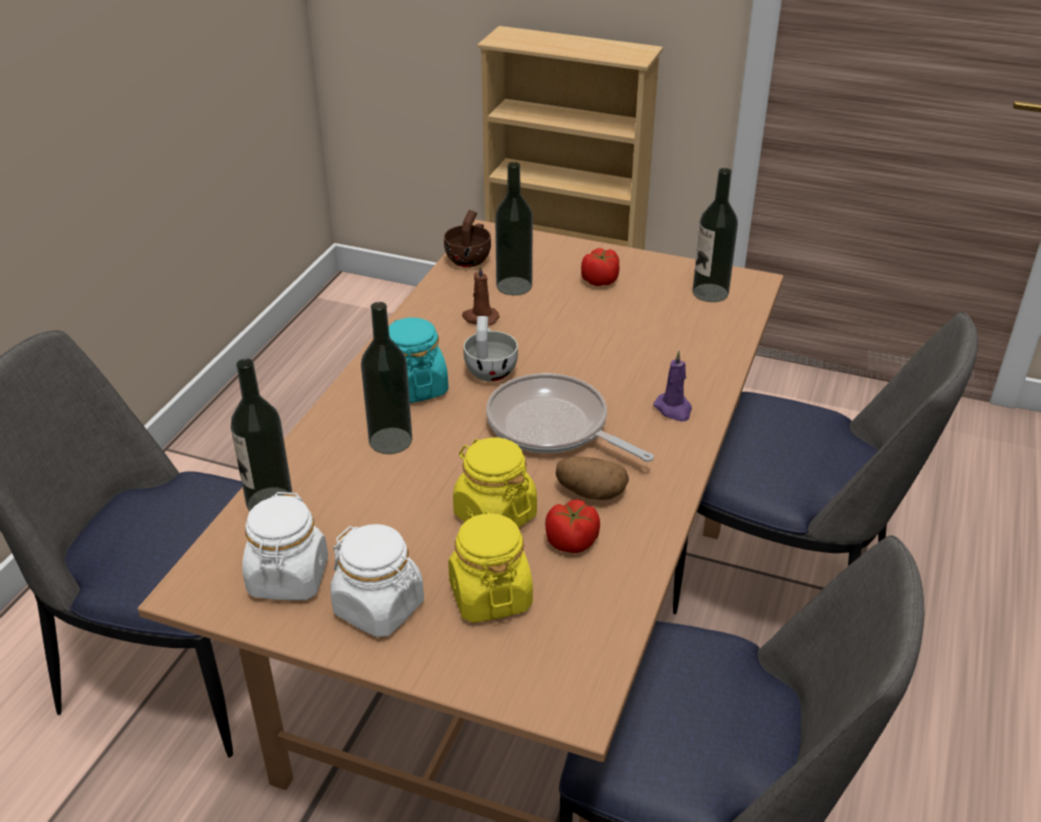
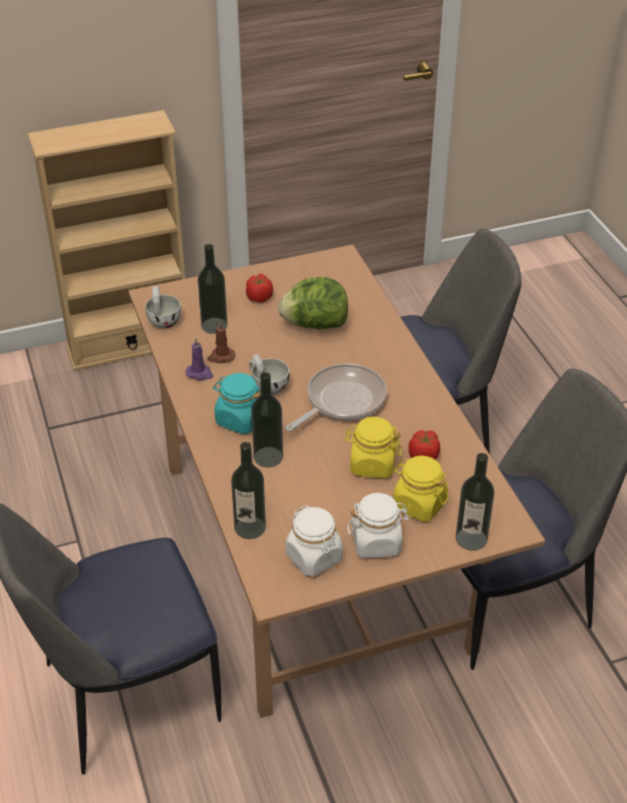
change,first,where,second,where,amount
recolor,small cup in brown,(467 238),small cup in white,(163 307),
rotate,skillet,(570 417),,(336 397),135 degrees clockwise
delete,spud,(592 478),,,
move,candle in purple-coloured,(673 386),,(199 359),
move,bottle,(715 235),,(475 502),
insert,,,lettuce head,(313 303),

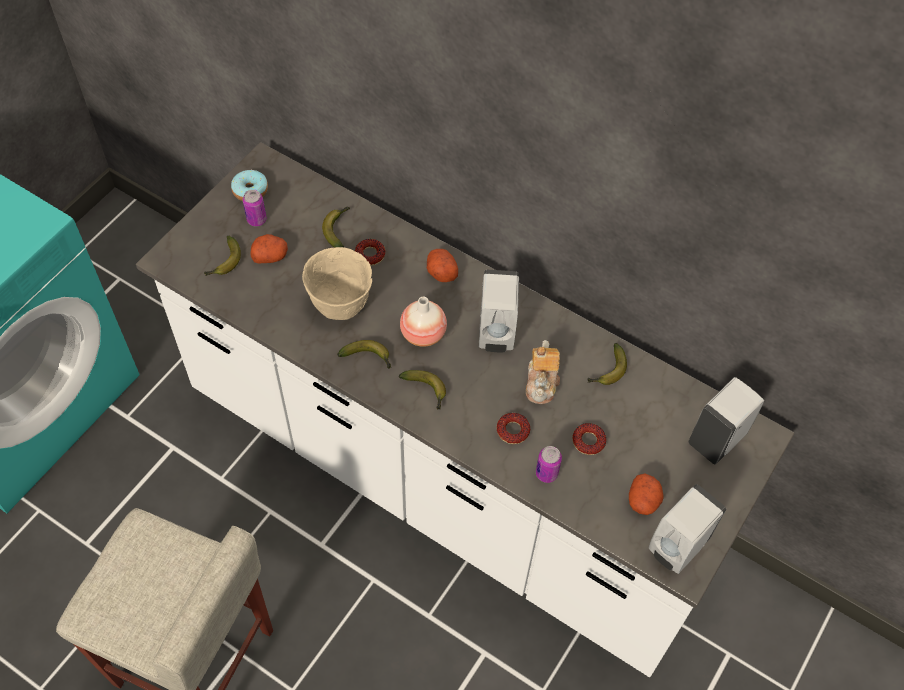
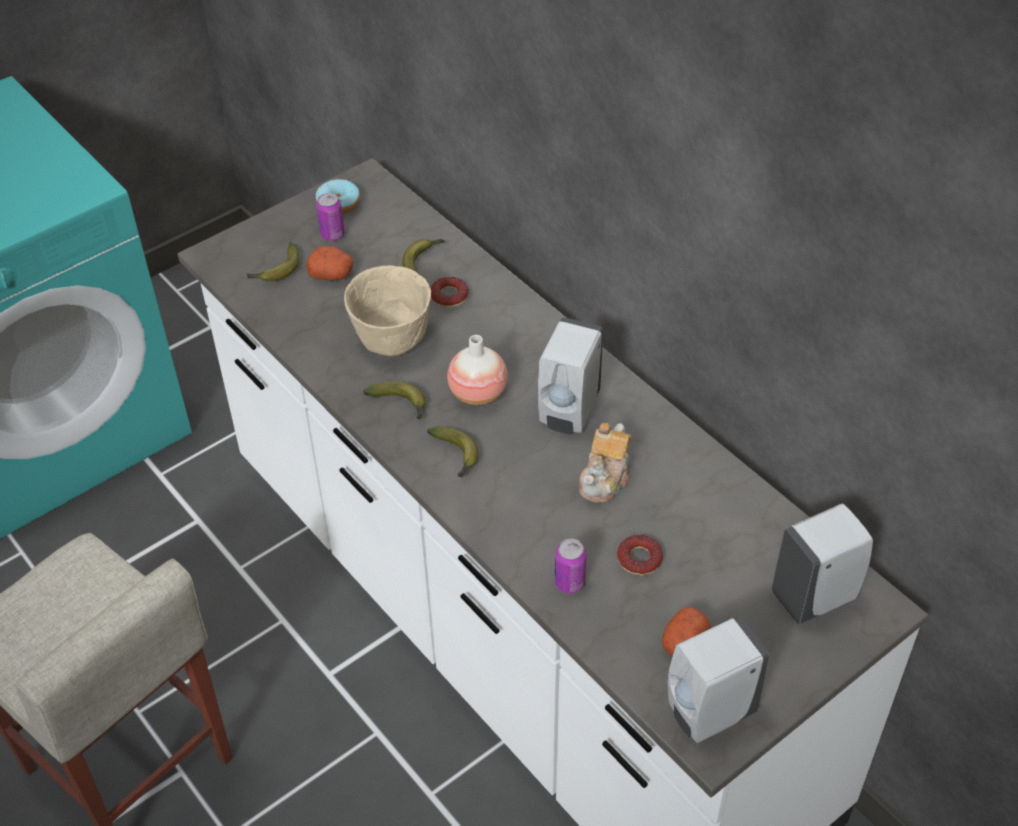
change,first,where,second,where,amount
delete,spud,(442 265),,,
delete,ring doughnut,(513 428),,,
delete,banana fruit,(607 364),,,

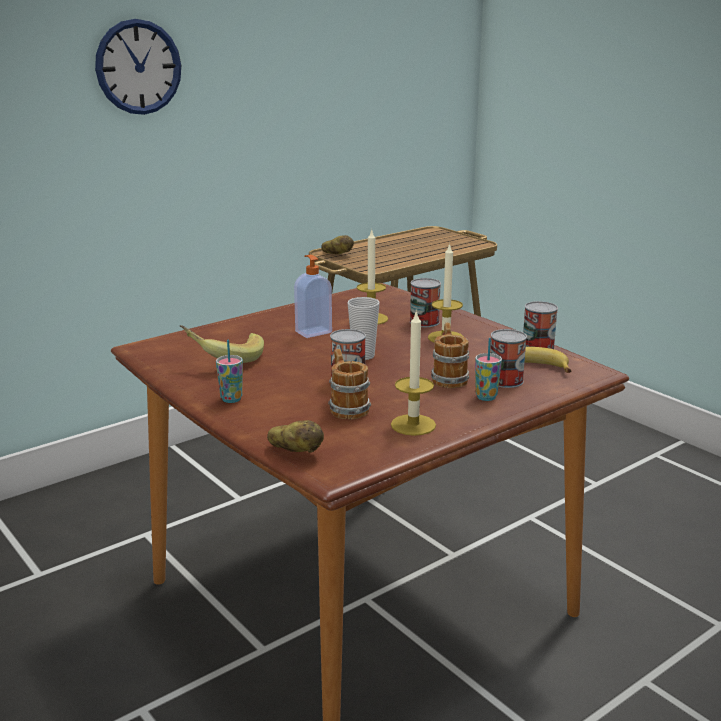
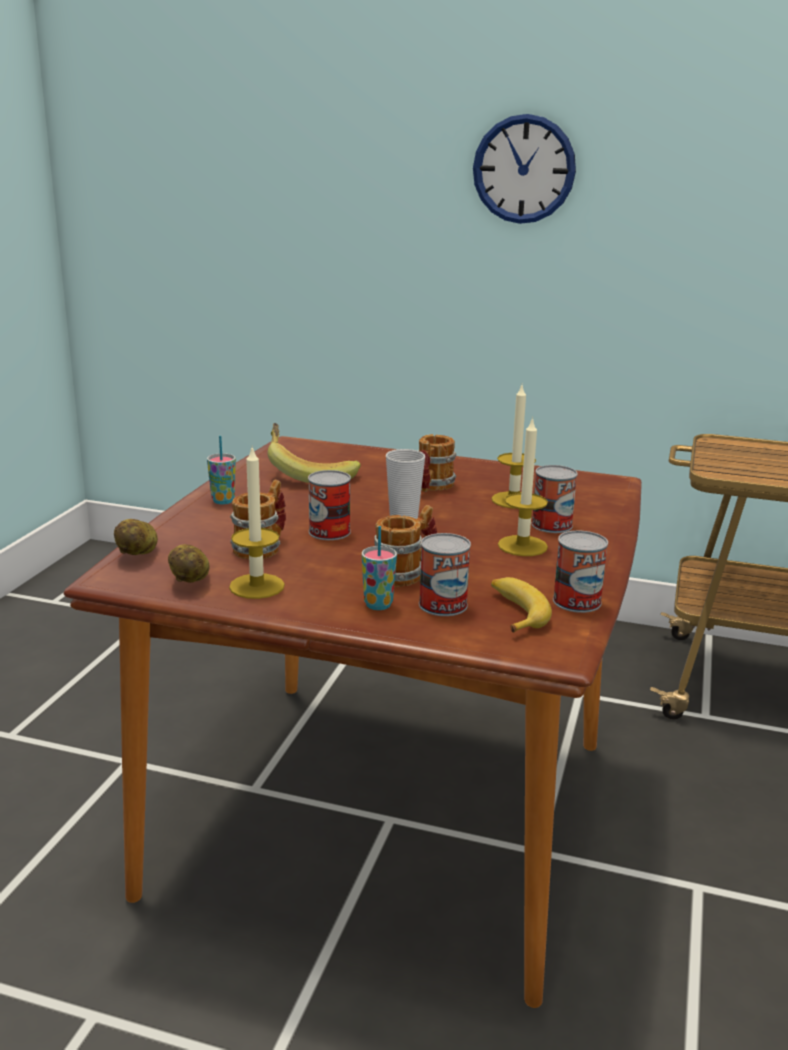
change,first,where,second,where,amount
replace,soap dispenser,(313 296),mug,(437 463),
move,spud,(337 244),,(189 563),

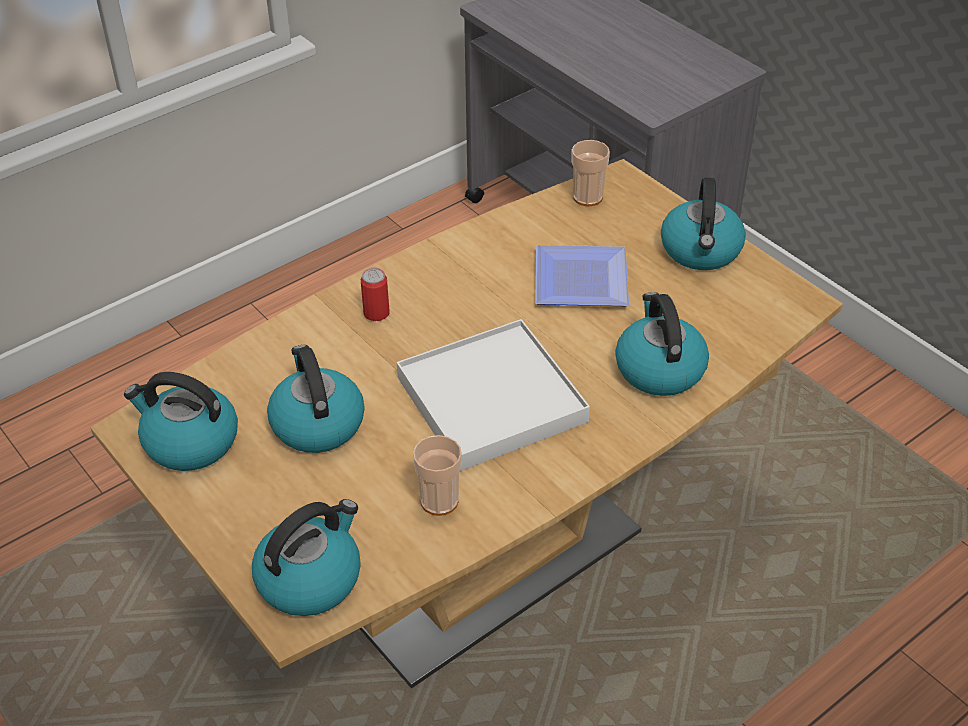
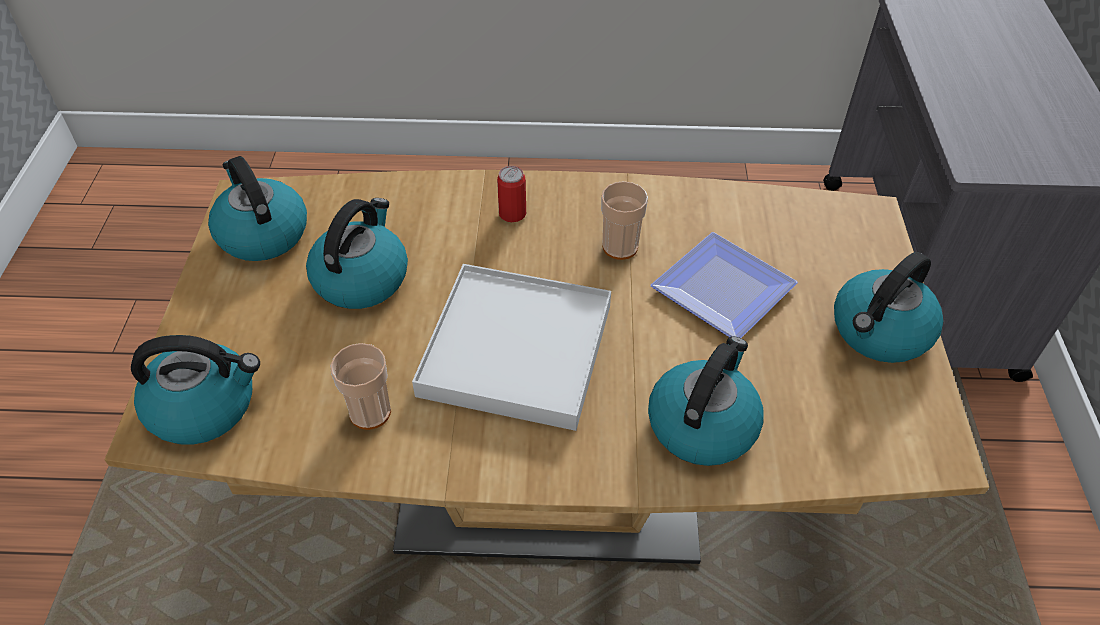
change,first,where,second,where,amount
move,small cup,(591 173),,(624 220),

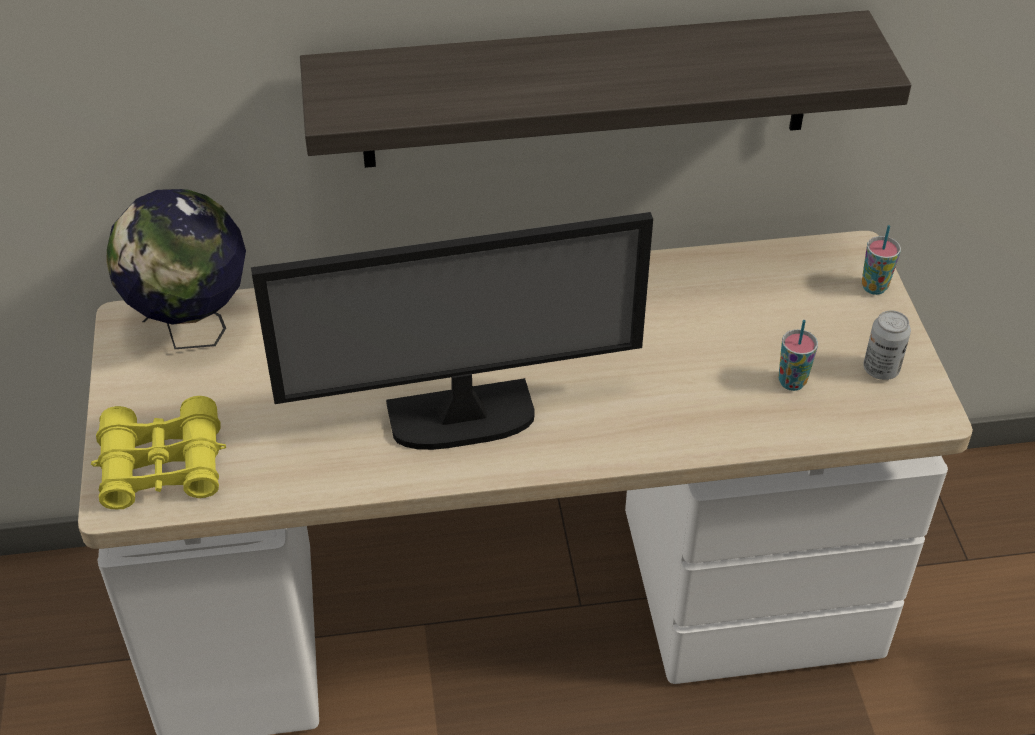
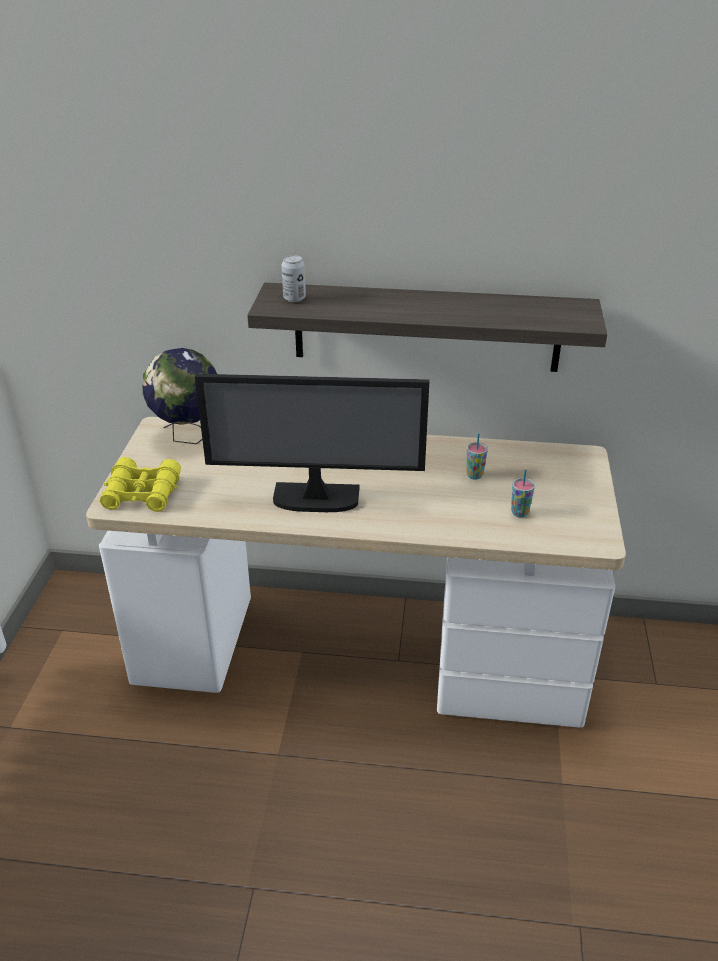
change,first,where,second,where,amount
move,small cup,(881 260),,(477 456),
move,sealed can,(887 345),,(294 278),

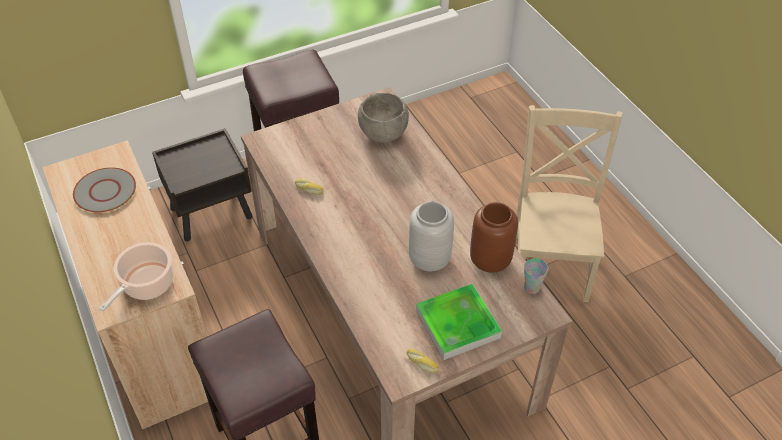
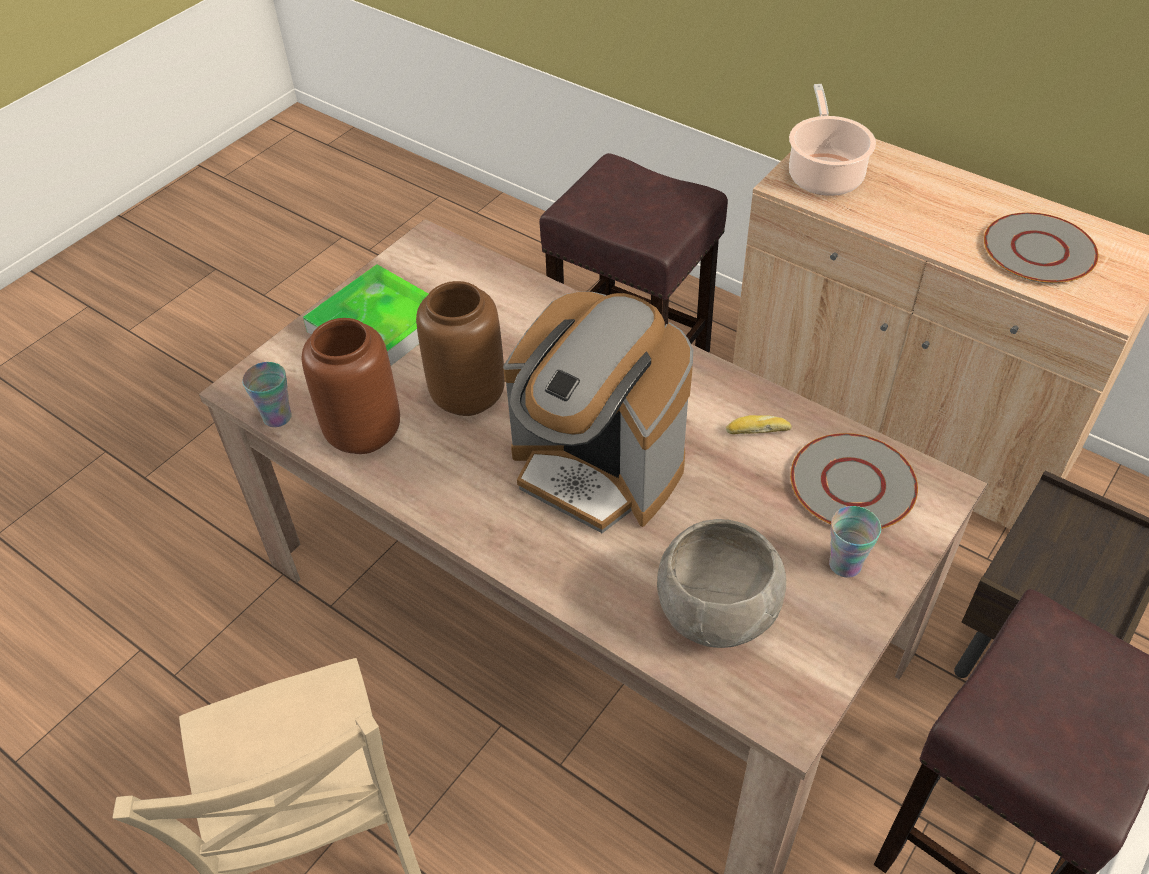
change,first,where,second,where,amount
delete,bread,(423 361),,,
recolor,flower vase in grey,(431 236),flower vase in brown,(460 348),
insert,,,coffee machine,(598 412),
insert,,,plate in grey,(854 481),
insert,,,small cup,(855 542),

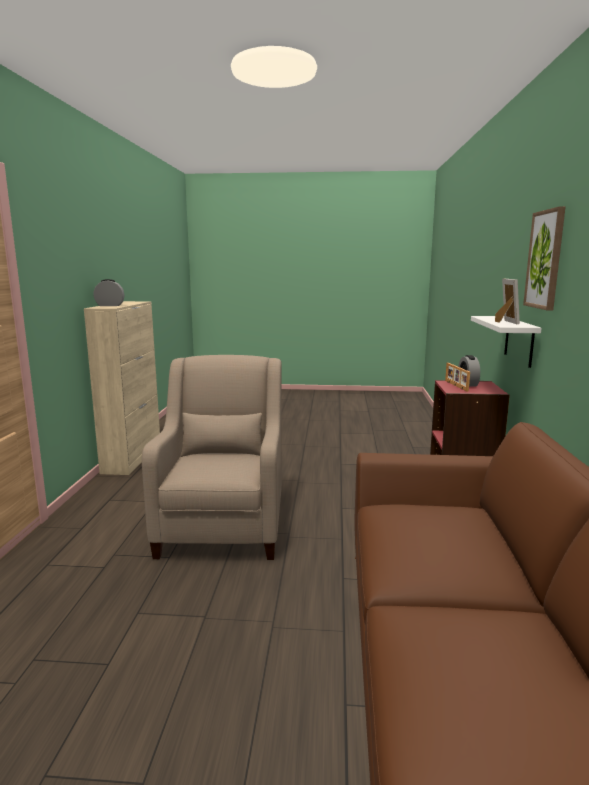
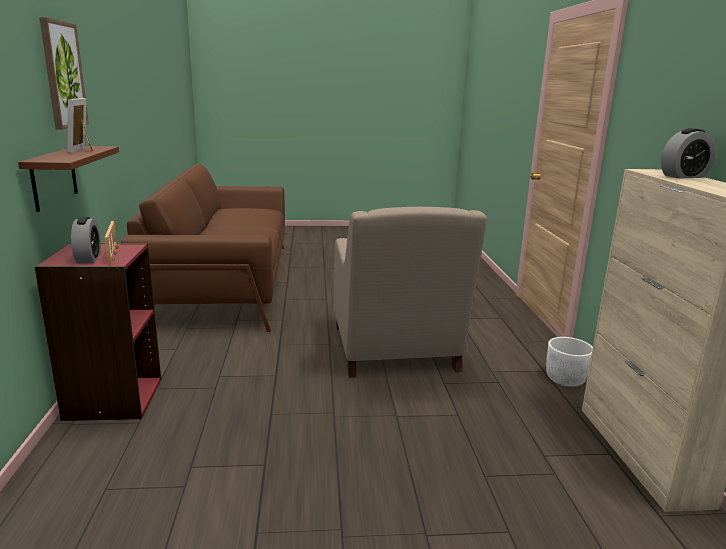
change,first,where,second,where,amount
recolor,bracket shelf in white,(506 342),bracket shelf in brown,(68 179),
insert,,,flower pot in white,(569 362),

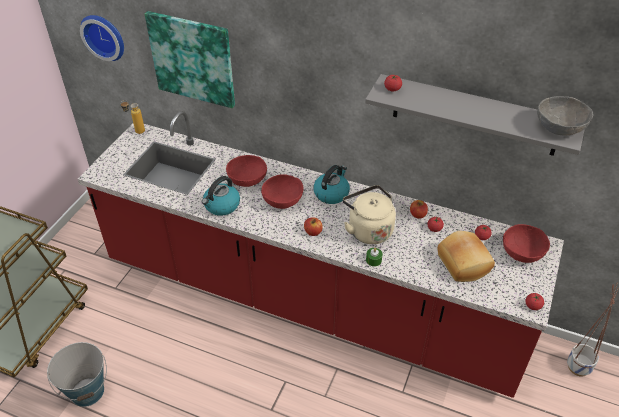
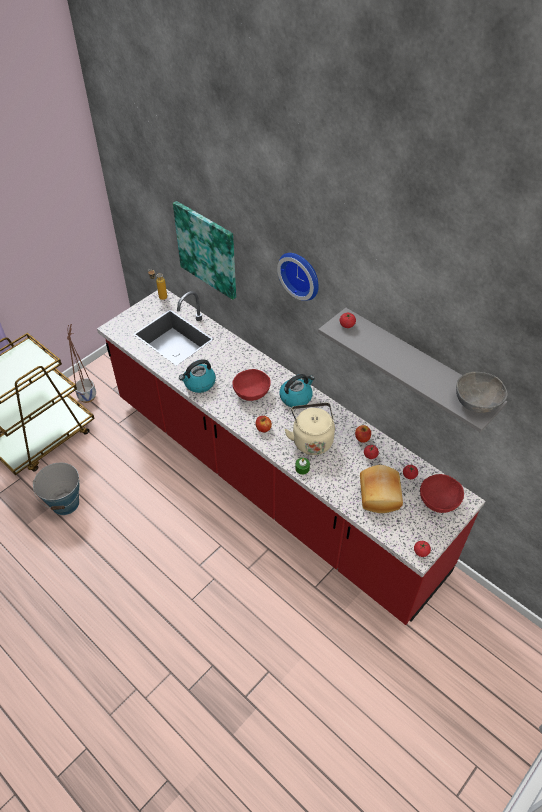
change,first,where,second,where,amount
move,wall clock,(102 38),,(298 276),
delete,bowl in reddish,(246 171),,,
move,flower pot,(593 329),,(81 363),

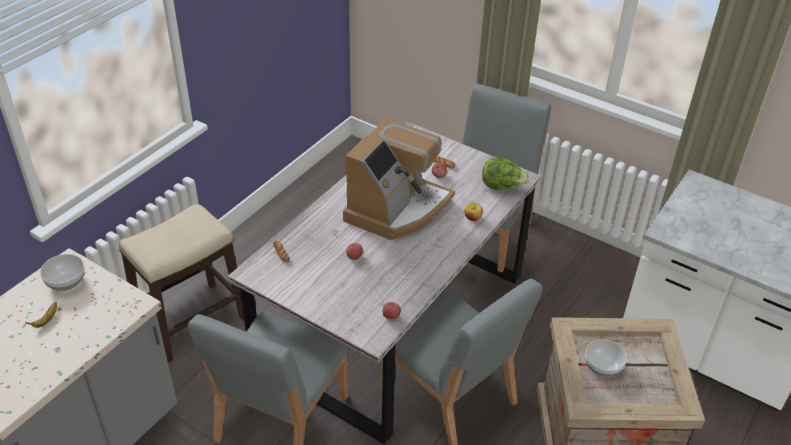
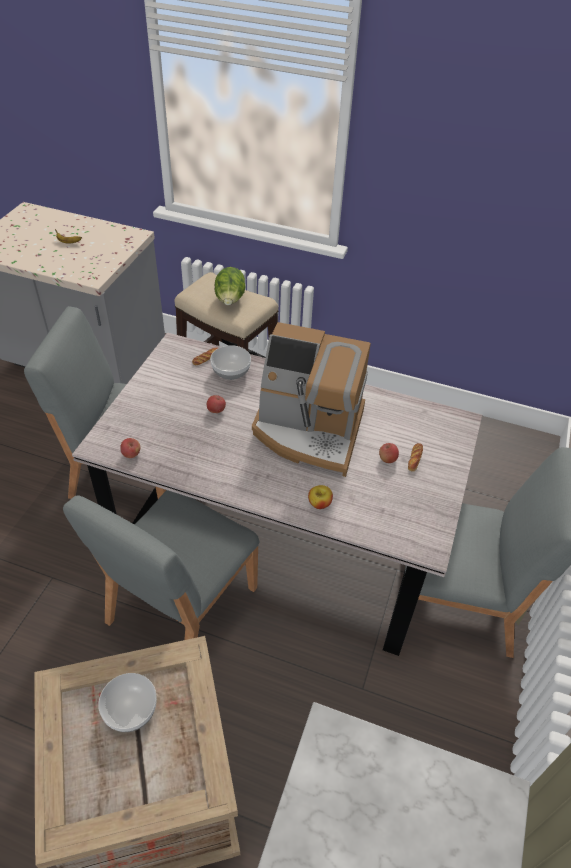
change,first,where,second,where,amount
move,bowl,(62 272),,(230 362),
move,lettuce head,(506 174),,(230 286),

